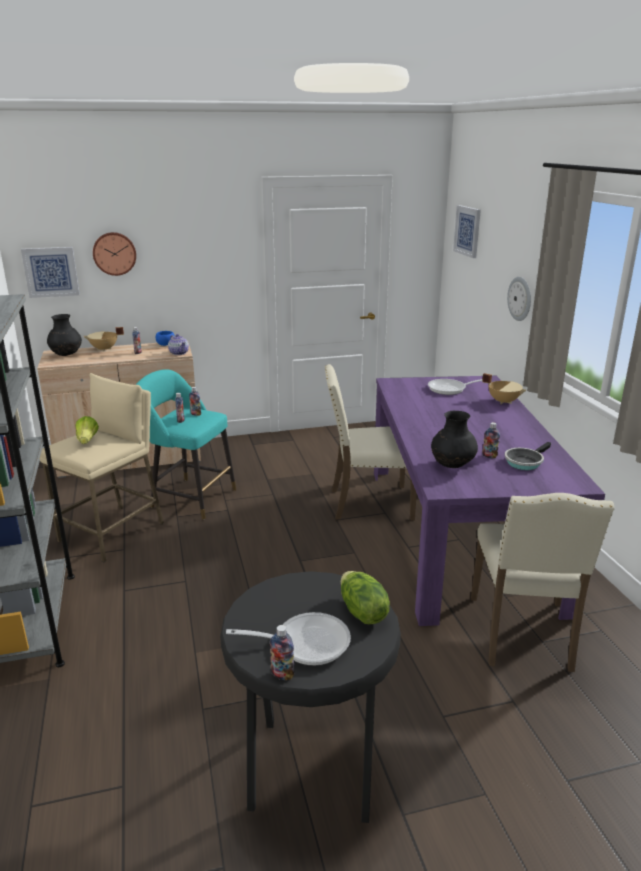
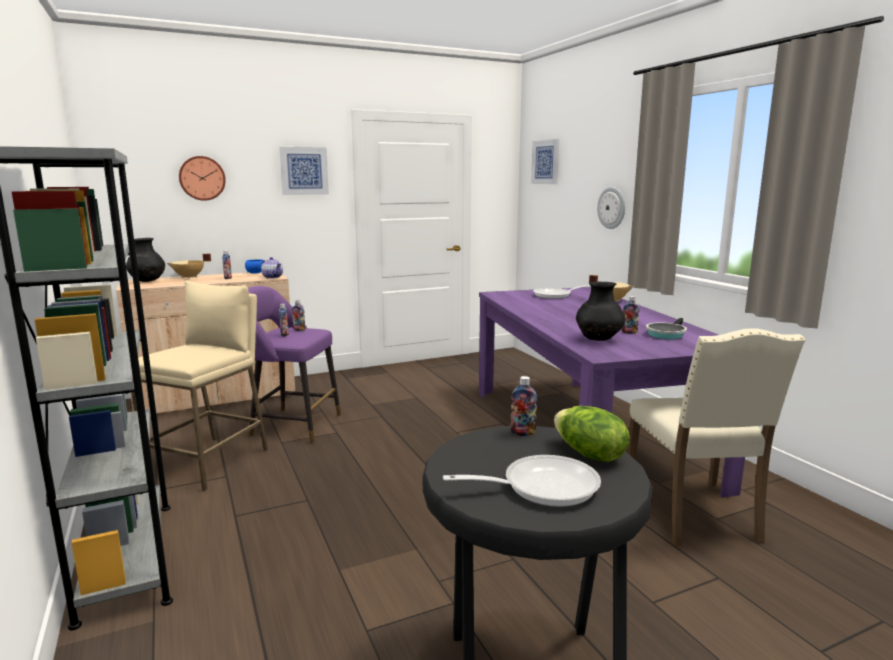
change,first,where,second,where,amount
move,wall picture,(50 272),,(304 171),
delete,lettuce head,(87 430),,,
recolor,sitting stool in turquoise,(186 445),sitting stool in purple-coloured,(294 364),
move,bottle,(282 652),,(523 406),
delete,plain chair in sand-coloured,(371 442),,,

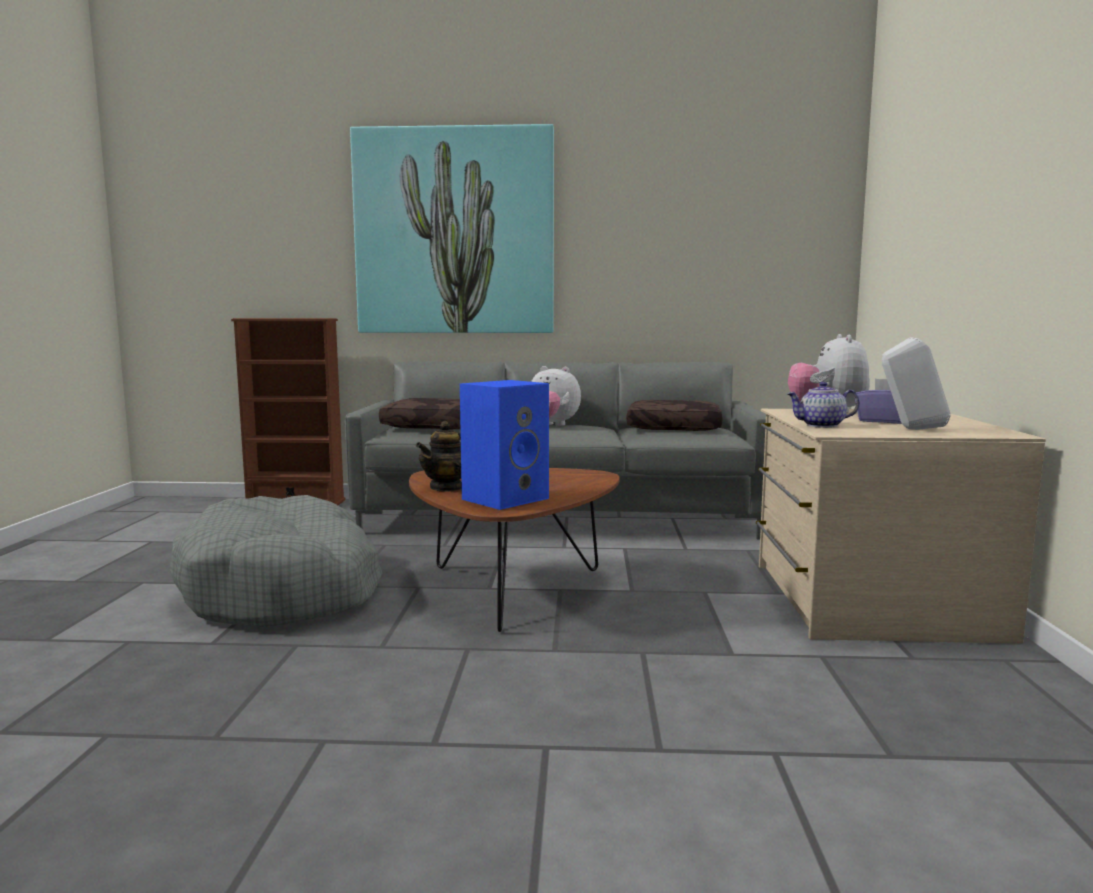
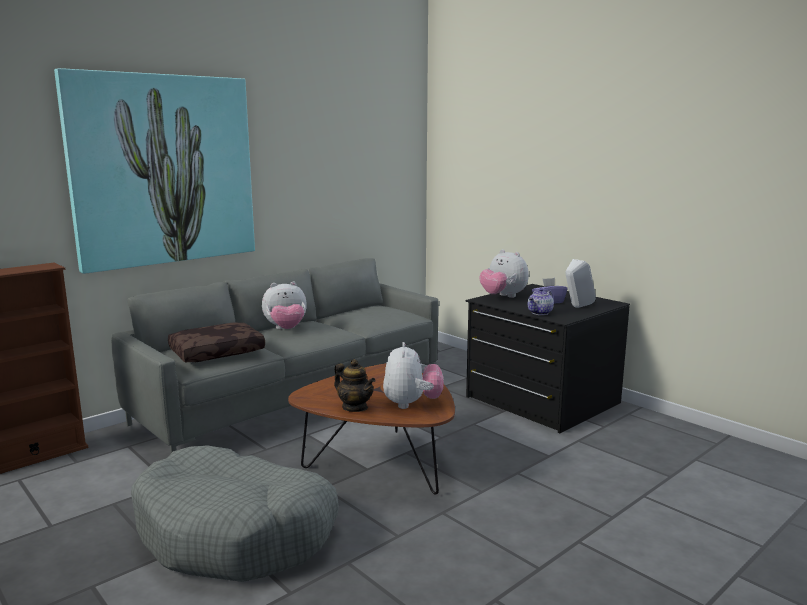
change,first,where,second,where,amount
rotate,tea pot,(439 456),,(354 385),45 degrees counterclockwise
replace,audio speaker in blue-coloured,(504 445),plush toy,(413 375),
delete,pillow in brown,(674 415),,,
recolor,dresser in sand-coloured,(901 526),dresser in blackish,(548 358),

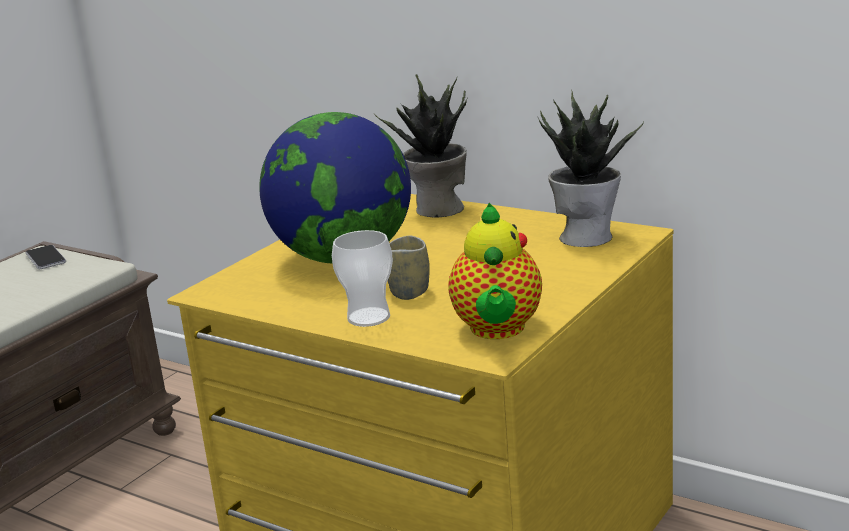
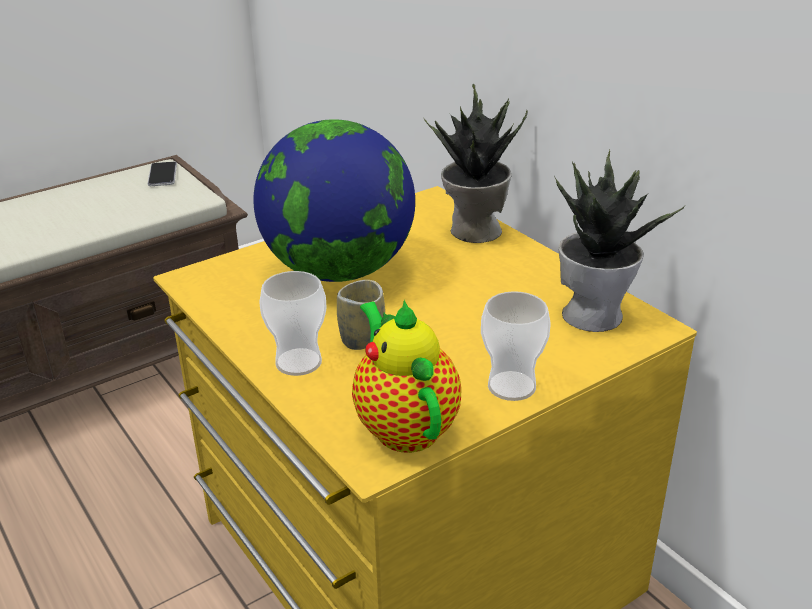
change,first,where,second,where,amount
rotate,tea pot,(495 271),,(406 376),135 degrees clockwise
insert,,,small cup,(515 346),

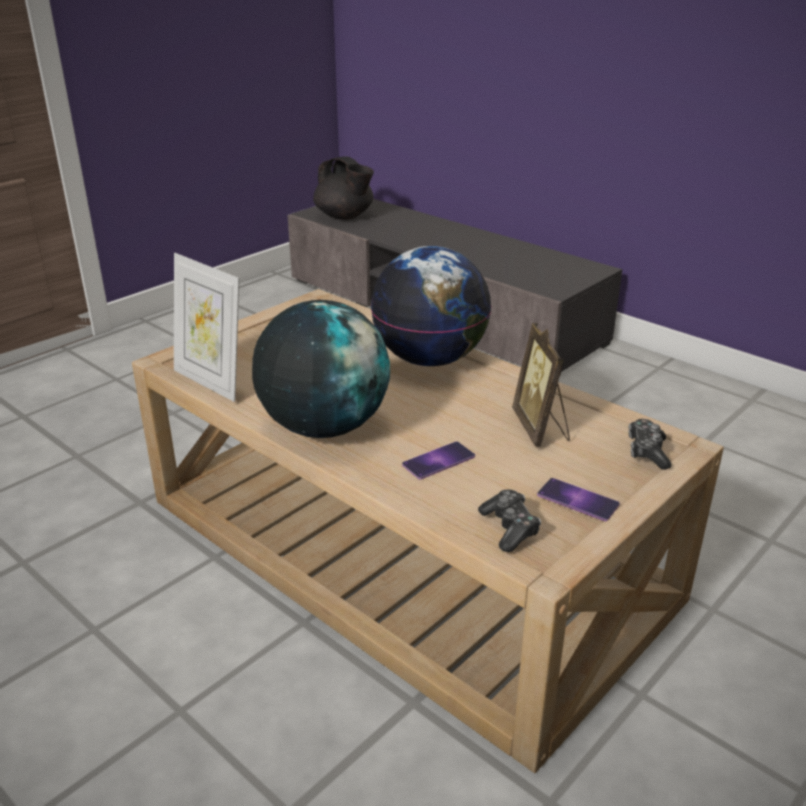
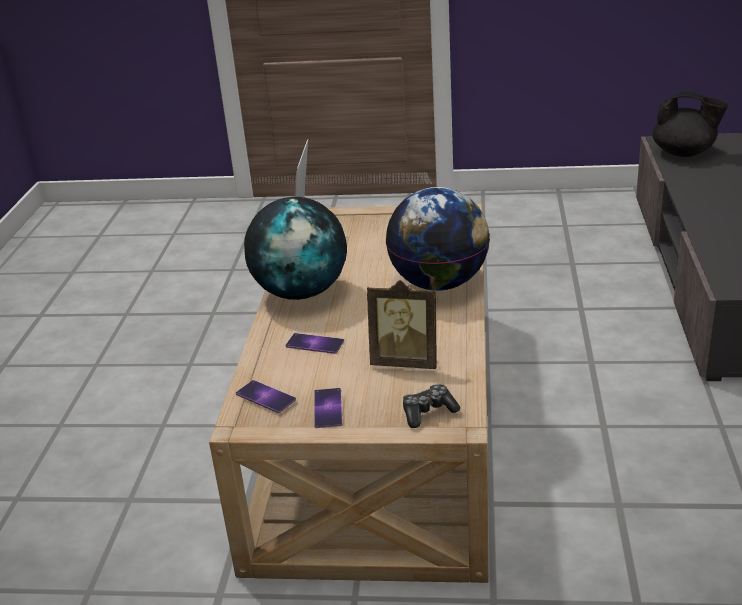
change,first,where,second,where,amount
rotate,tea pot in blackish,(343 188),,(691 124),75 degrees counterclockwise
replace,gamepad,(509 520),handset,(266 396),
rotate,picture frame,(541 385),,(402 324),120 degrees counterclockwise

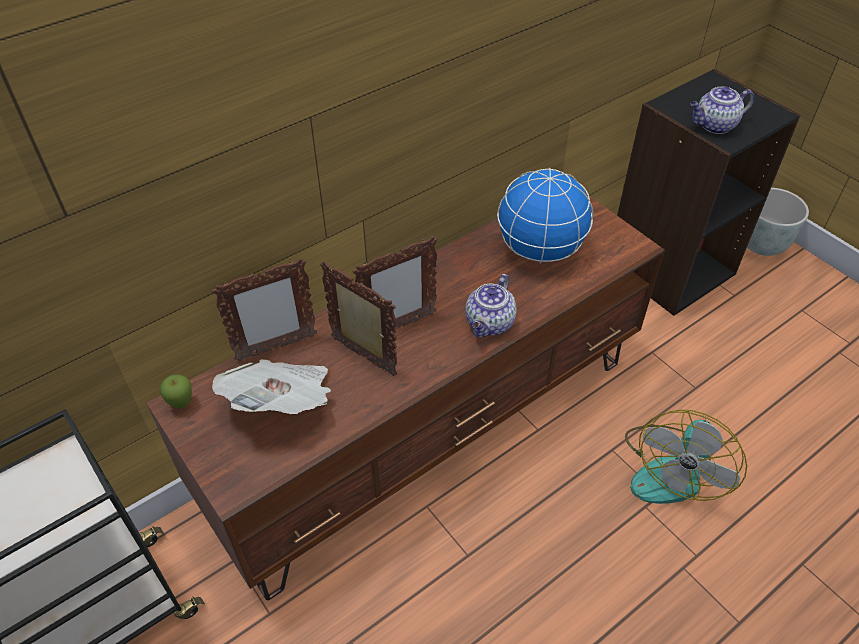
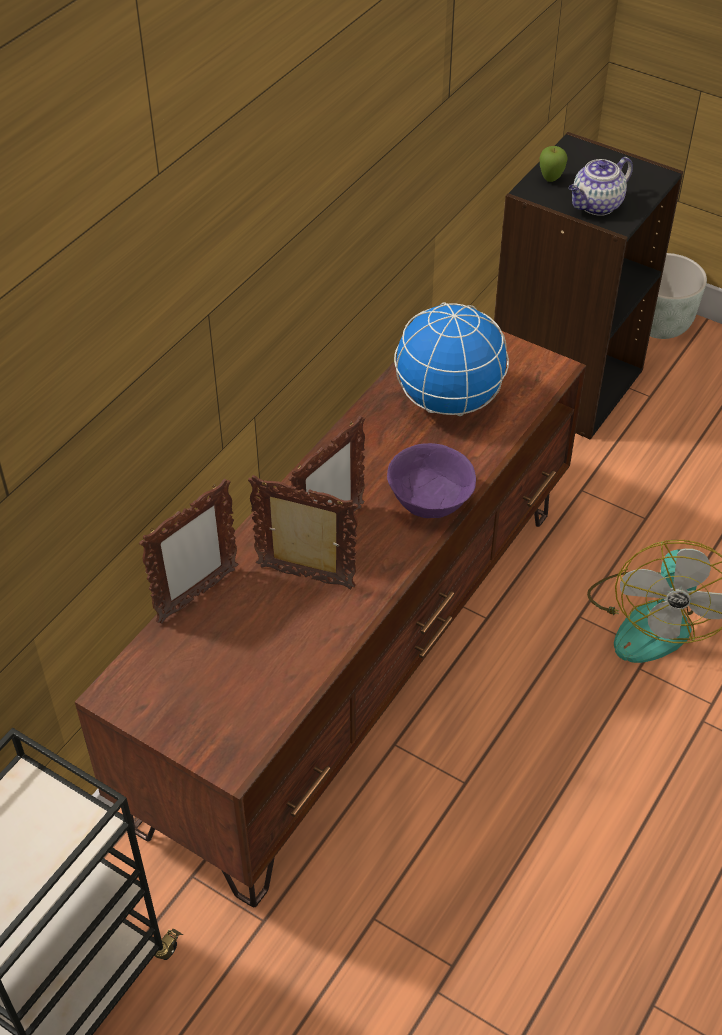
change,first,where,second,where,amount
move,whole apple,(176 391),,(554 164),
delete,daily paper,(271 386),,,
replace,tea pot,(491 305),bowl in purple-coloured,(431 480),

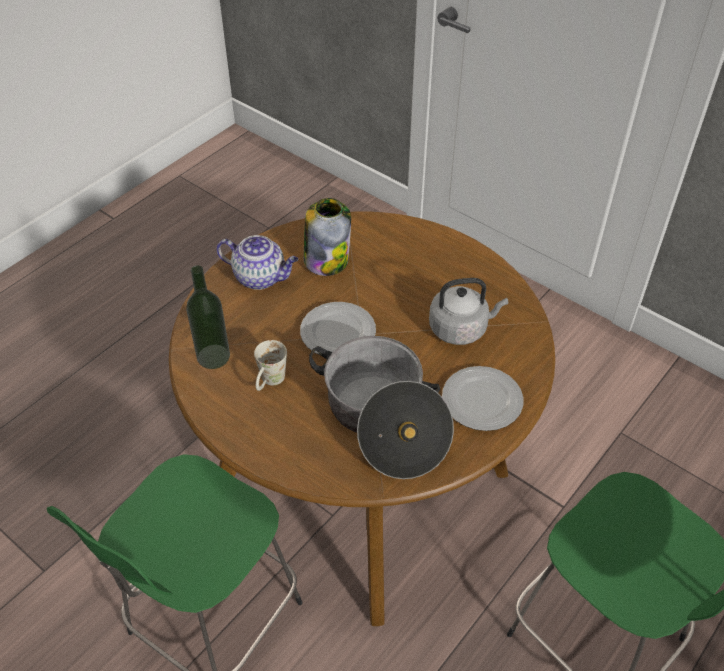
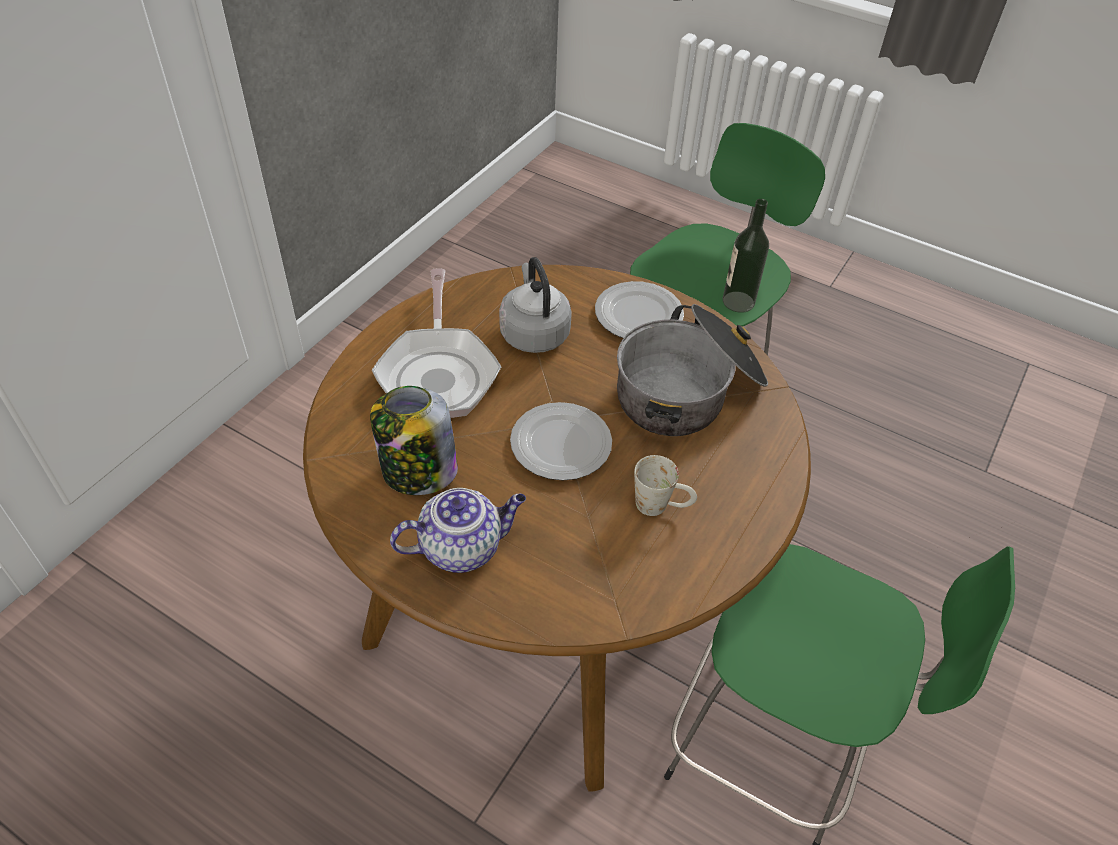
change,first,where,second,where,amount
move,bottle,(208 317),,(746 256),
rotate,tea pot,(257 262),,(458 530),60 degrees clockwise
insert,,,skillet,(436 343),

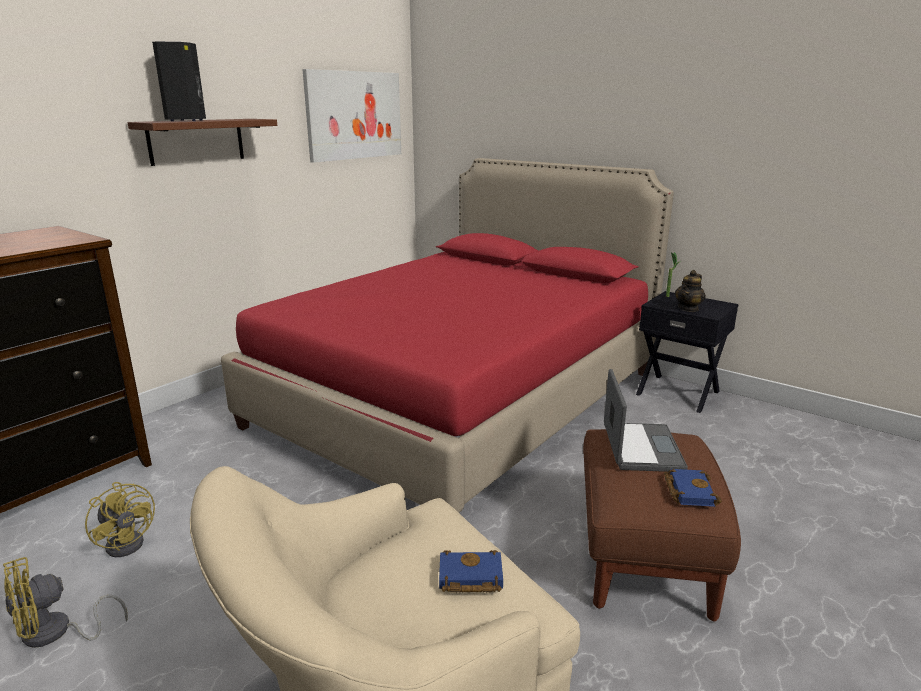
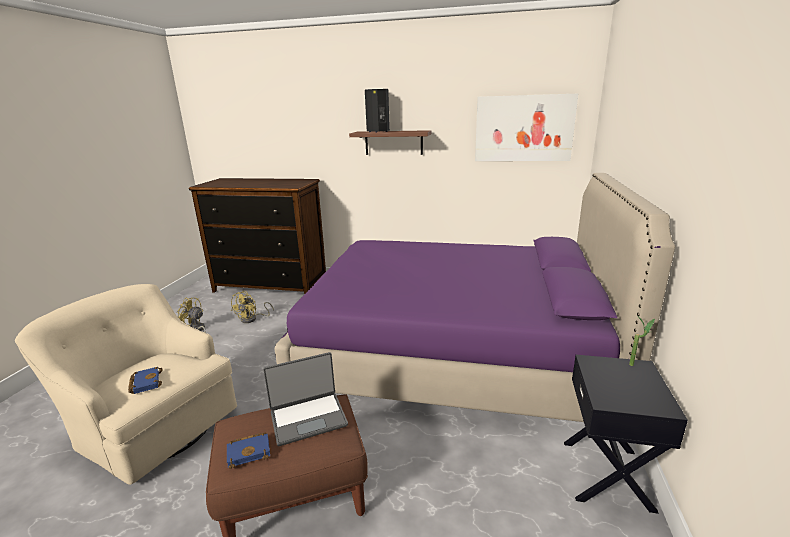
change,first,where,second,where,amount
recolor,bed in reddish,(447 335),bed in purple-coloured,(475 297),
delete,tea pot,(690 291),,,

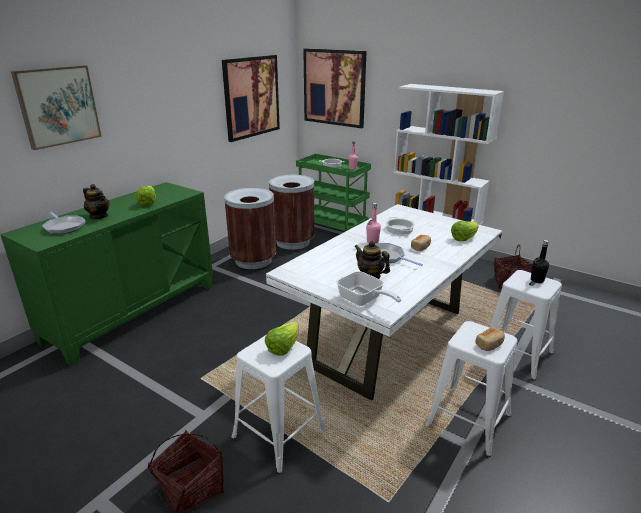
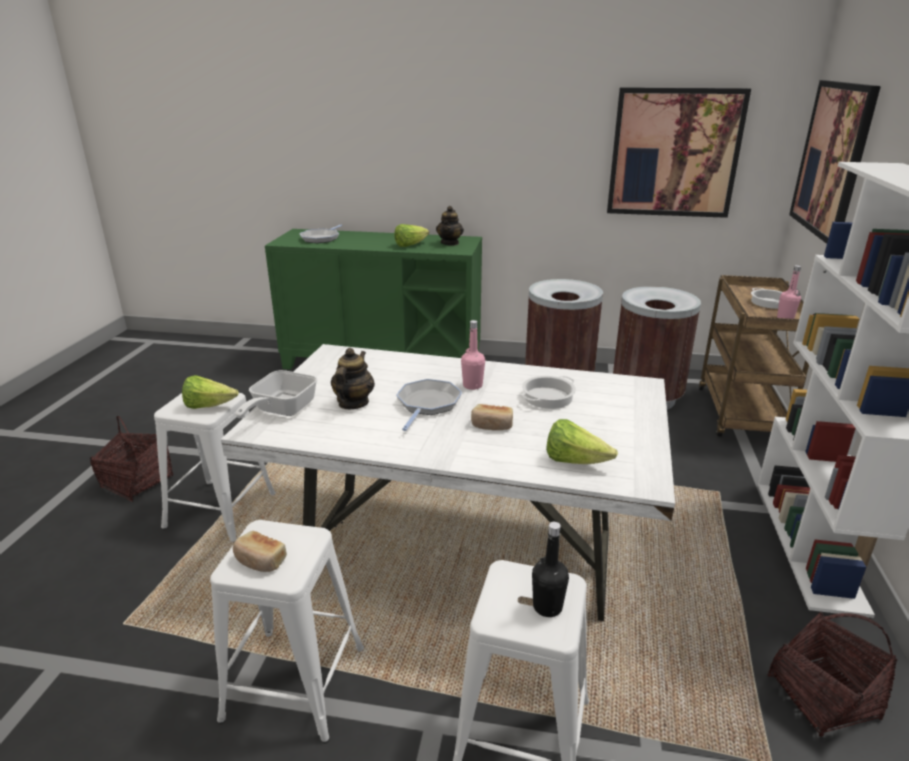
change,first,where,second,where,amount
delete,wall picture,(56 107),,,
move,tea pot,(96 201),,(450 226),
recolor,wheeled cart in green,(333 194),wheeled cart in brown,(754 356),

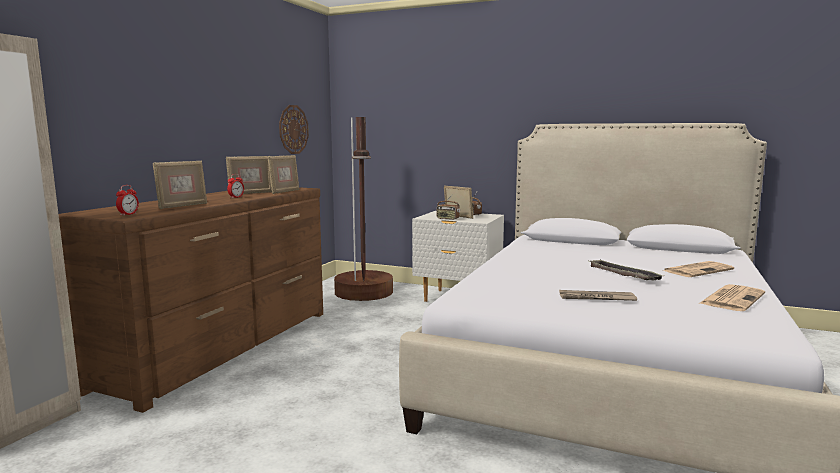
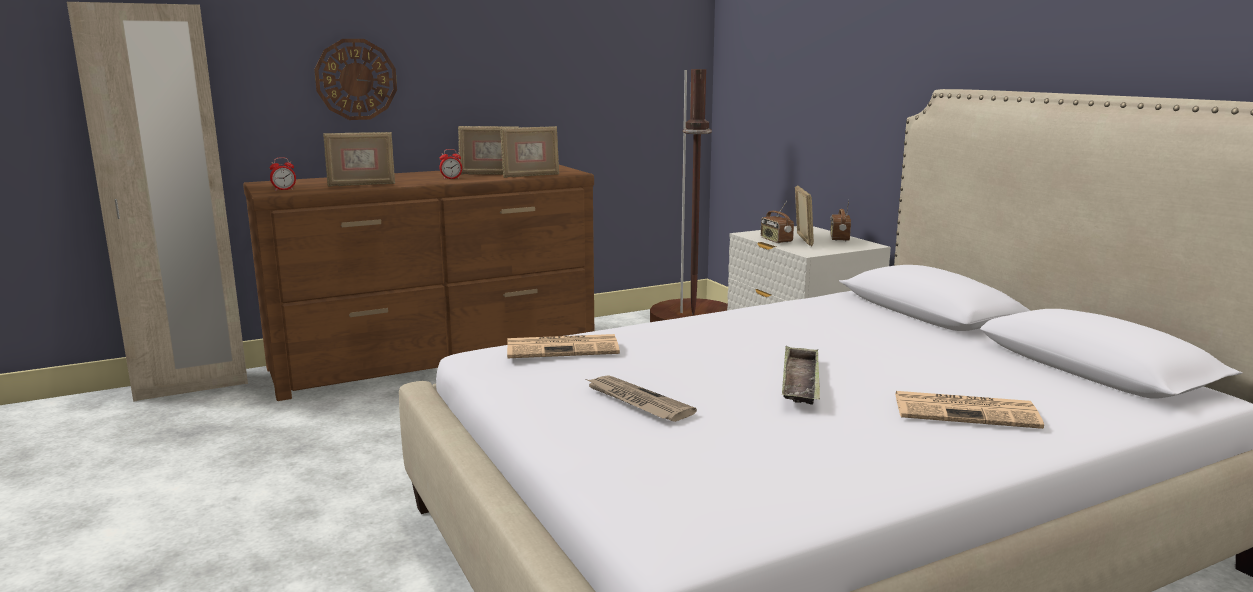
change,first,where,second,where,amount
move,wall clock,(294 129),,(355 79),
move,daily paper,(732 297),,(563 346),

